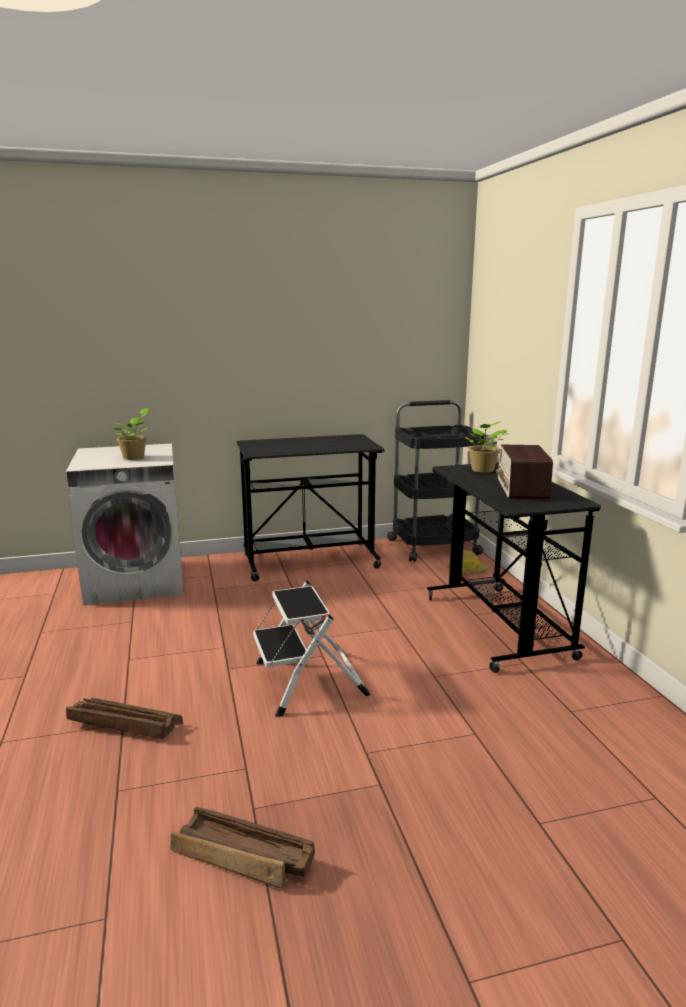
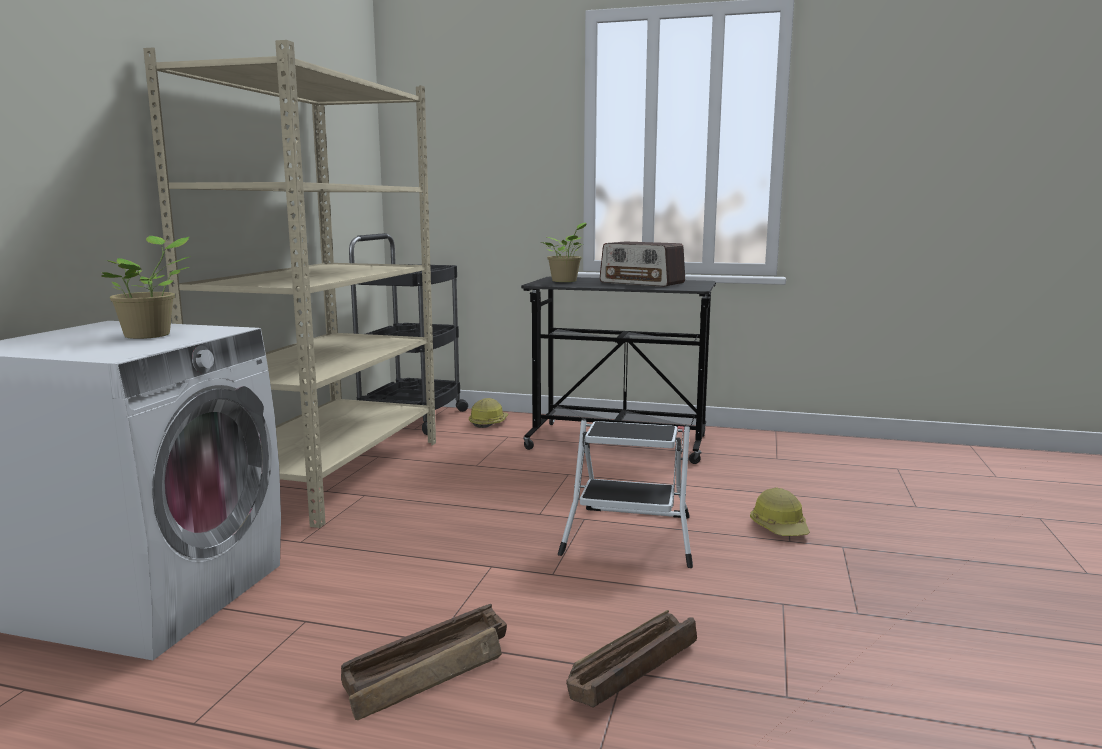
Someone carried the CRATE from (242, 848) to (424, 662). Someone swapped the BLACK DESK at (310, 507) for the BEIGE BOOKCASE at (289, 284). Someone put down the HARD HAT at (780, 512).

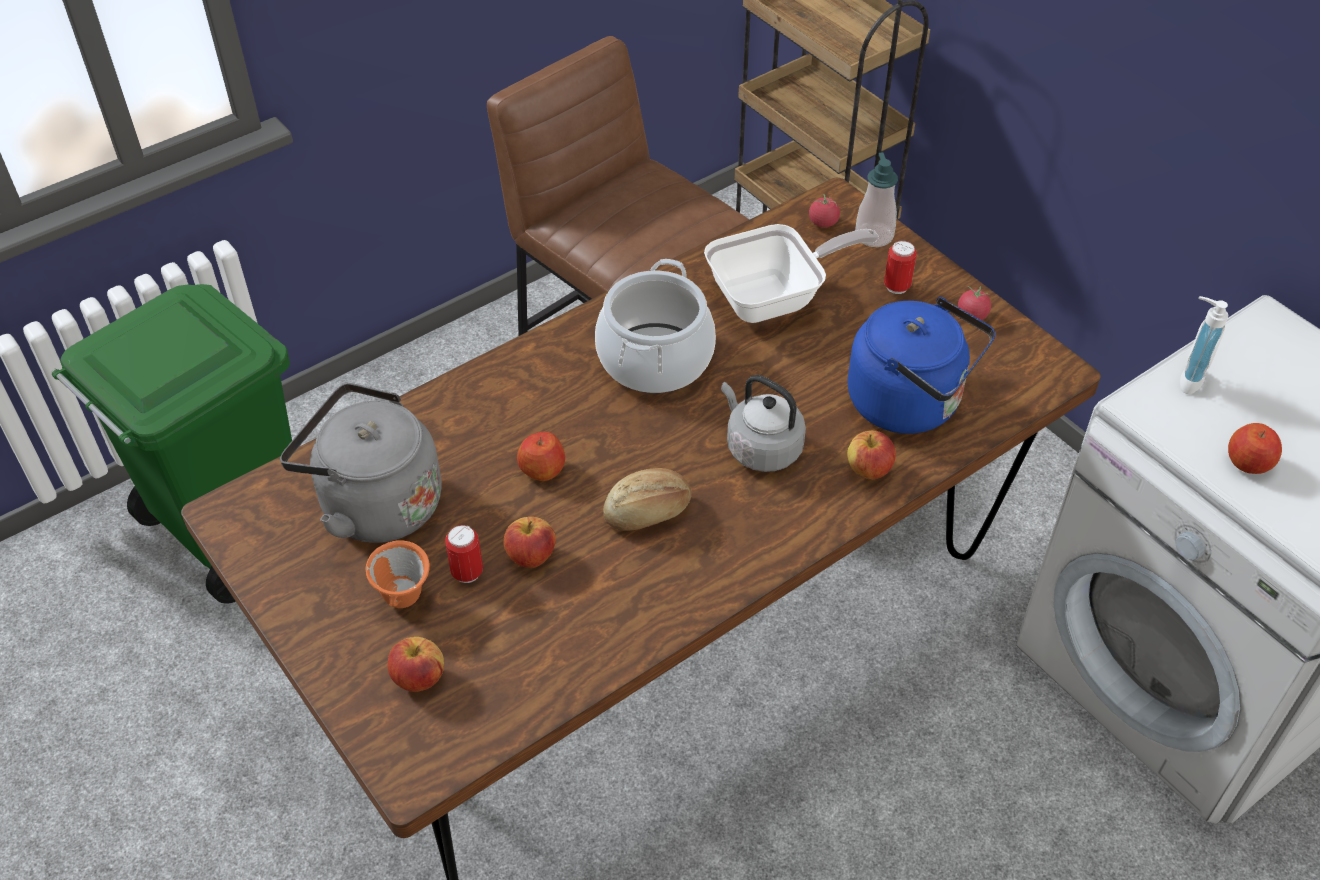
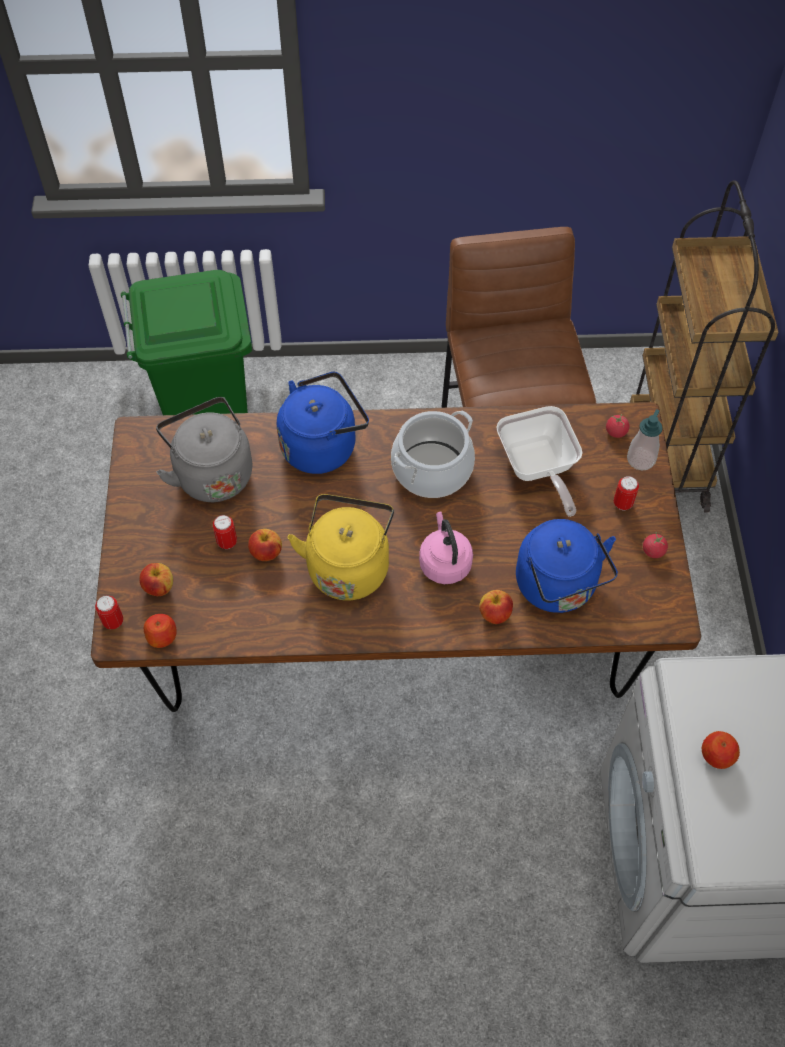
Someone took away the ORANGE MUG at (398, 574). Someone carried the APPLE from (541, 456) to (160, 631). Someone swapped the BREAD at (647, 499) for the YELLOW KETTLE at (341, 547). Someone rotated the FRYING PAN at (791, 273) by 60 degrees clockwise. Someone repainted the GREY KETTLE at (763, 423), which became the PINK KETTLE at (446, 547). Someone took away the SOAP DISPENSER at (1204, 345). Someone put down the CAN at (109, 612). Someone put down the BLUE KETTLE at (323, 422).

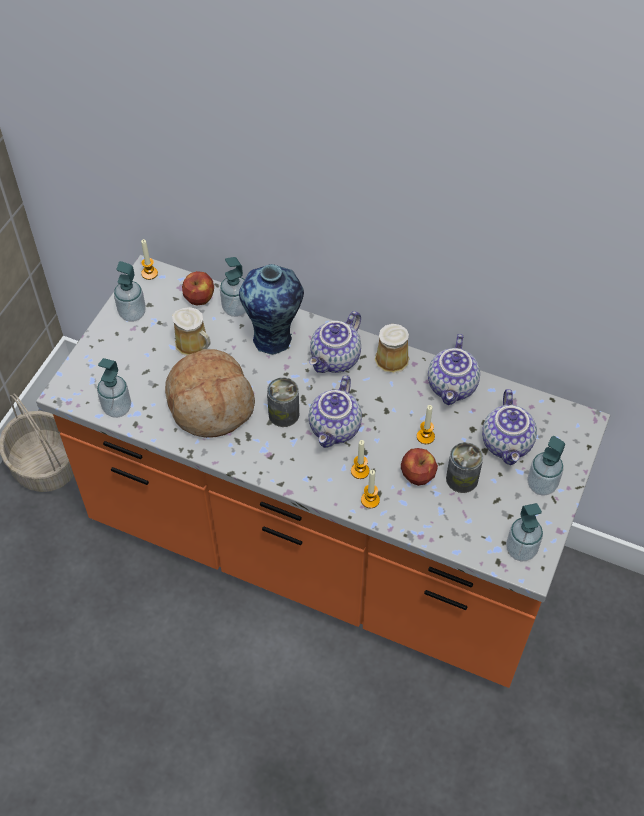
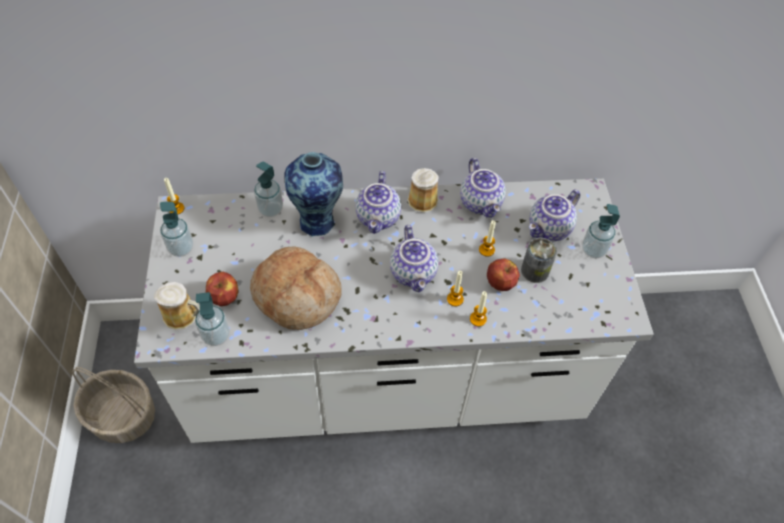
Someone repainted the ORANGE COUNTER at (323, 471), which became the WHITE COUNTER at (394, 310). Someone carried the MUG from (191, 331) to (177, 306). Someone carried the APPLE from (198, 288) to (222, 289). Someone took away the CAN at (283, 402). Someone rotated the TEAPOT at (509, 427) by 75 degrees clockwise. Someone took away the SOAP DISPENSER at (524, 532).

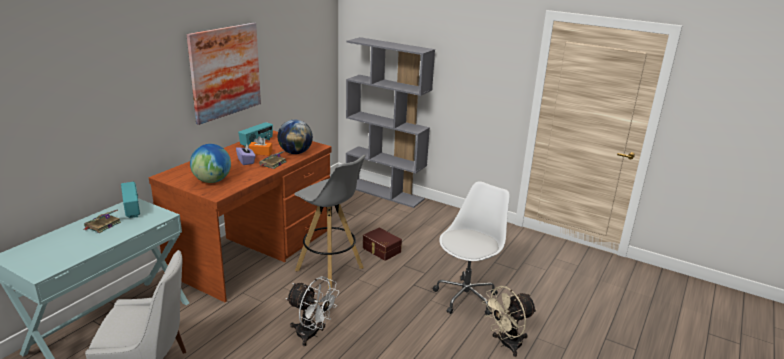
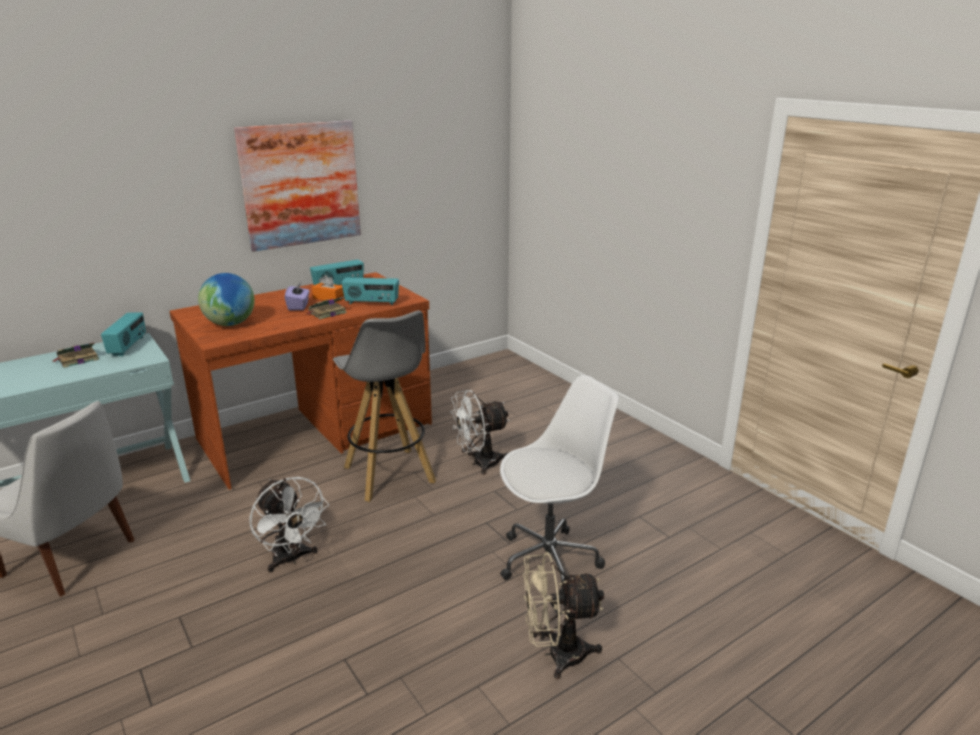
Someone swapped the GLOBE at (295, 137) for the RADIO at (370, 291). Someone took away the GREY BOOKCASE at (390, 122). Someone swapped the BROWN STORAGE BOX at (382, 244) for the WHITE FAN at (479, 432).

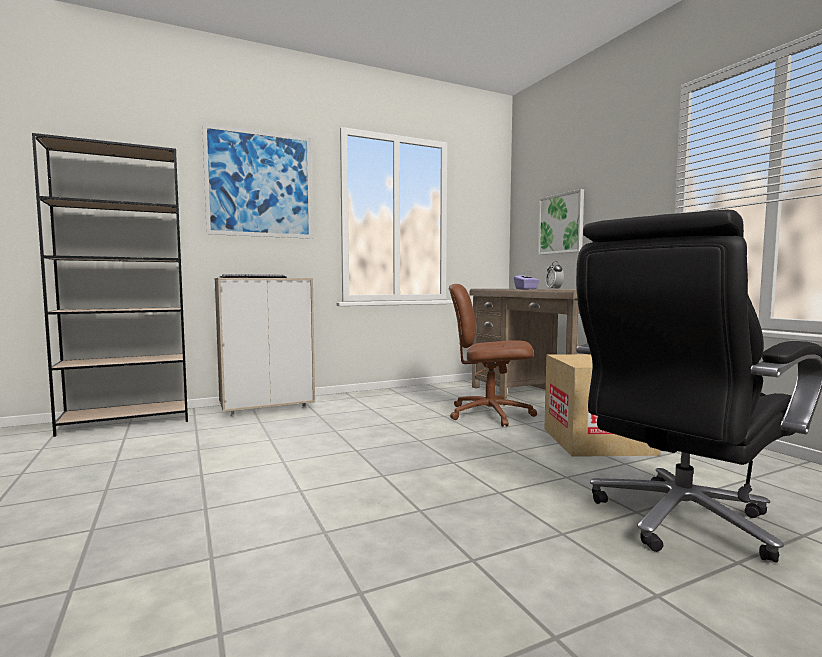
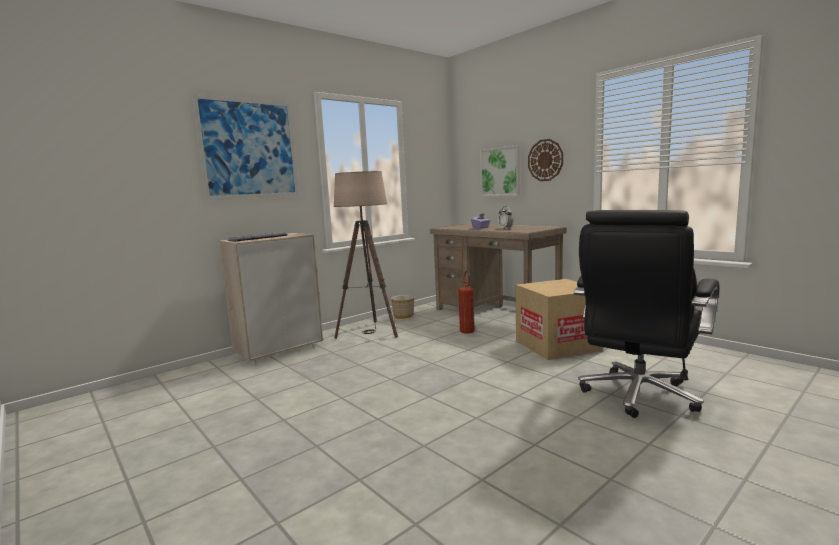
Someone took away the BEIGE BOOKCASE at (110, 285). Someone swapped the BROWN OFFICE CHAIR at (493, 355) for the FIRE EXTINGUISHER at (467, 302). Someone put down the FLOOR LAMP at (366, 255). Someone put down the PLANTER at (402, 307). Someone put up the WALL CLOCK at (545, 160).

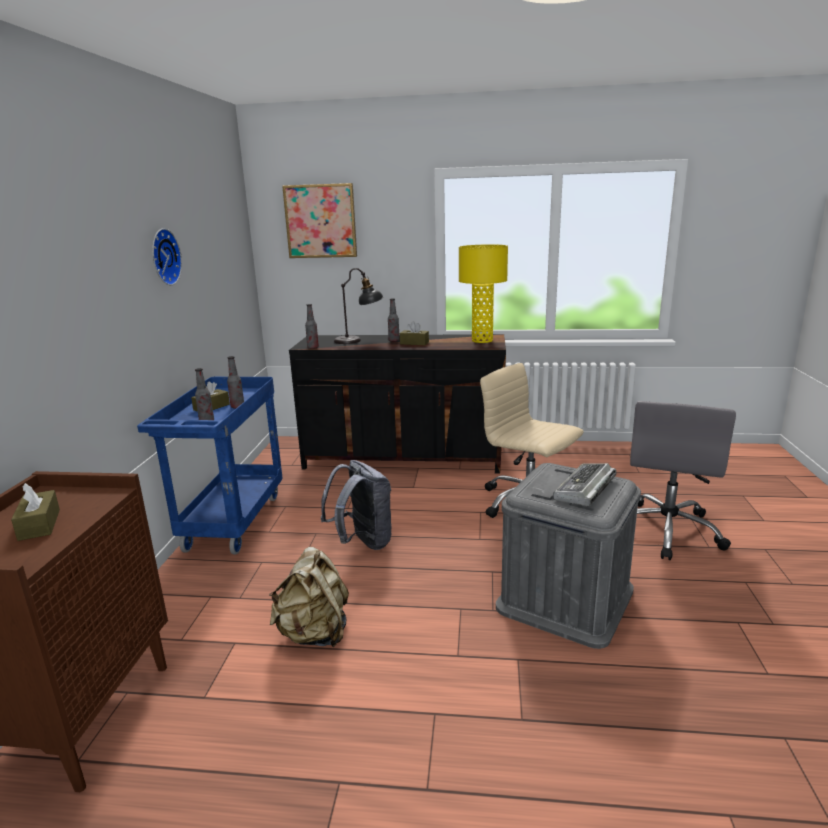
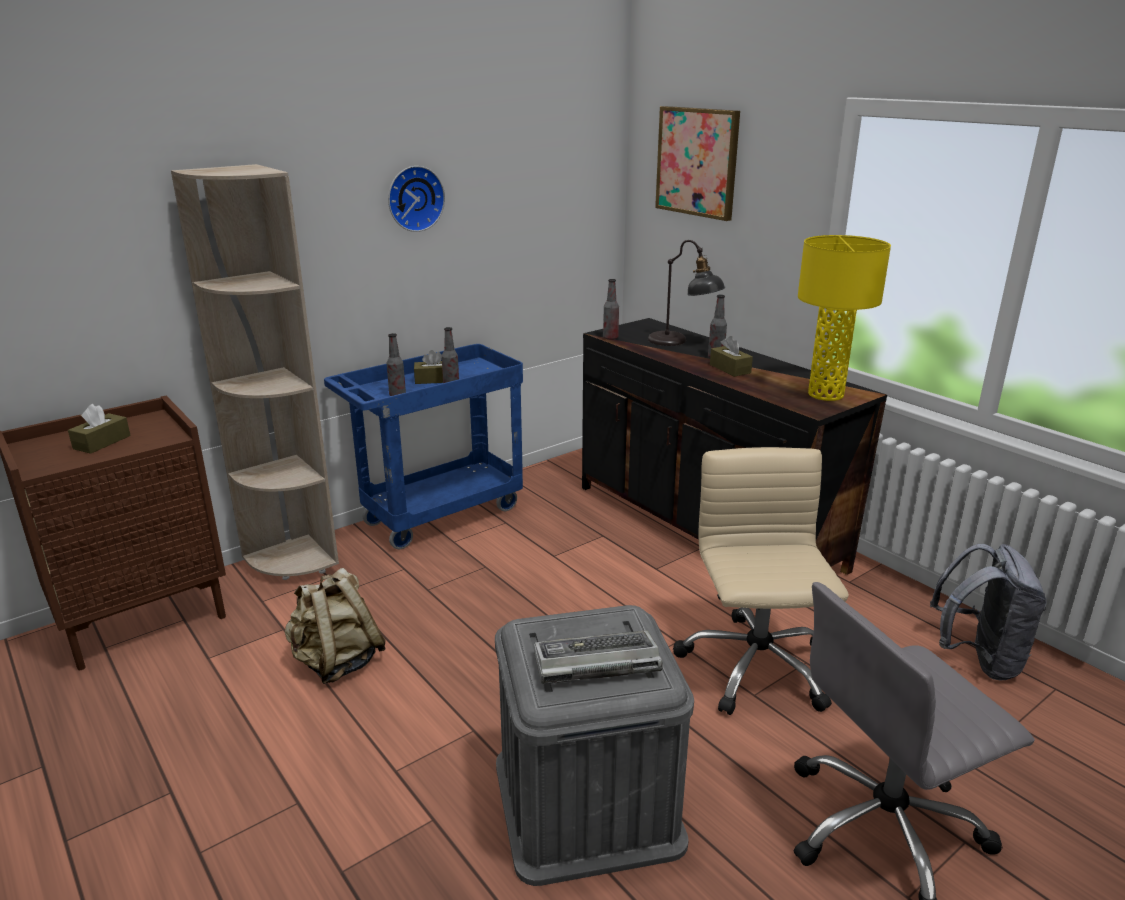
Someone carried the GREY BACKPACK from (356, 505) to (988, 612). Someone put down the BEIGE BOOKCASE at (255, 372).

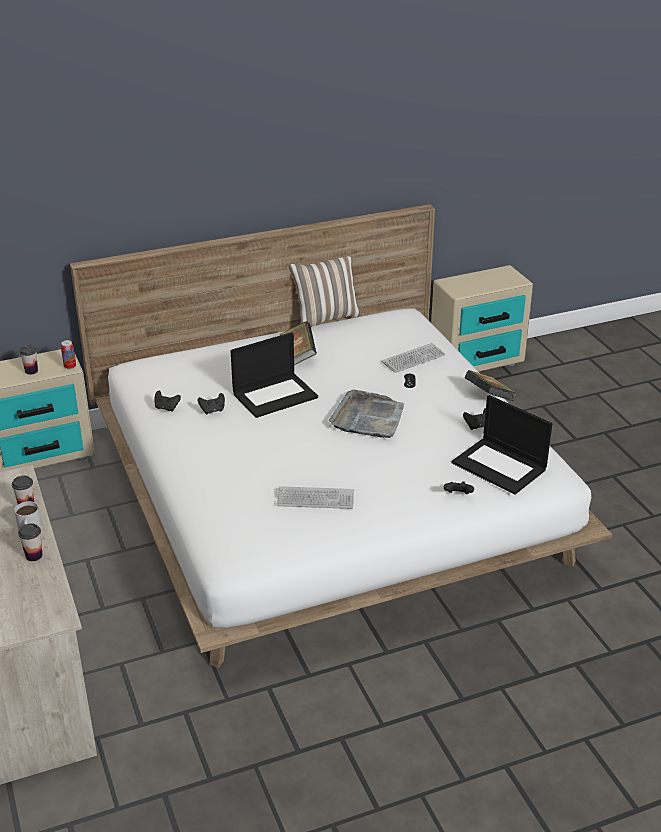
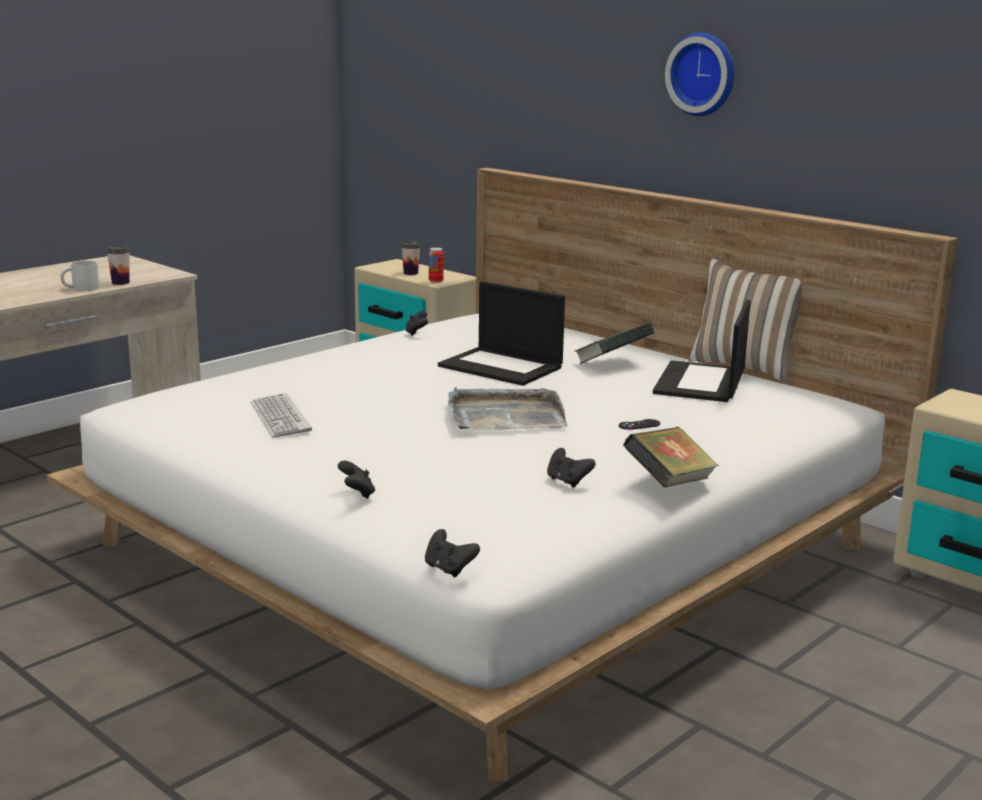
Someone took away the CUP at (30, 542). Someone carried the BLACK GAME CONTROLLER from (211, 403) to (452, 553). Someone took away the KEYBOARD at (413, 358). Someone carried the LAPTOP from (502, 445) to (702, 351). Someone put up the WALL CLOCK at (699, 74).

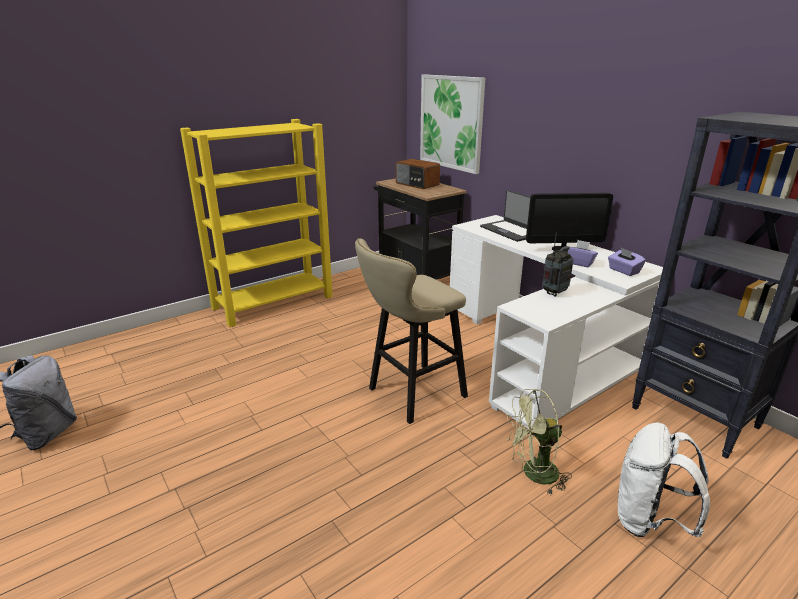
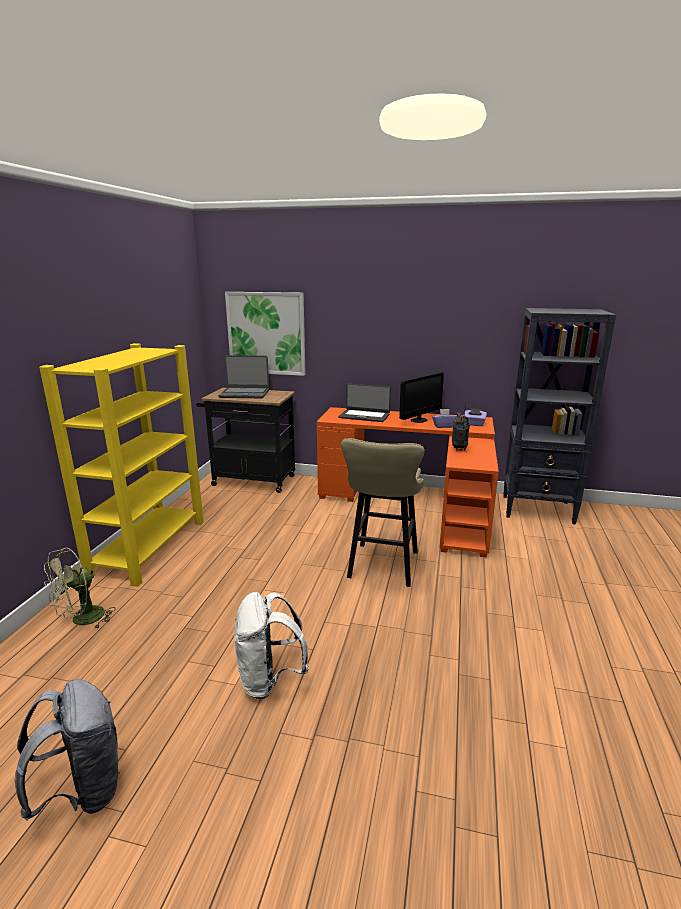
Someone swapped the RADIO at (418, 174) for the LAPTOP at (243, 376). Someone repainted the WHITE DESK at (556, 326), which became the ORANGE DESK at (408, 482). Someone carried the GREEN FAN from (539, 442) to (80, 588). Someone carried the WHITE BACKPACK from (664, 480) to (271, 645).

